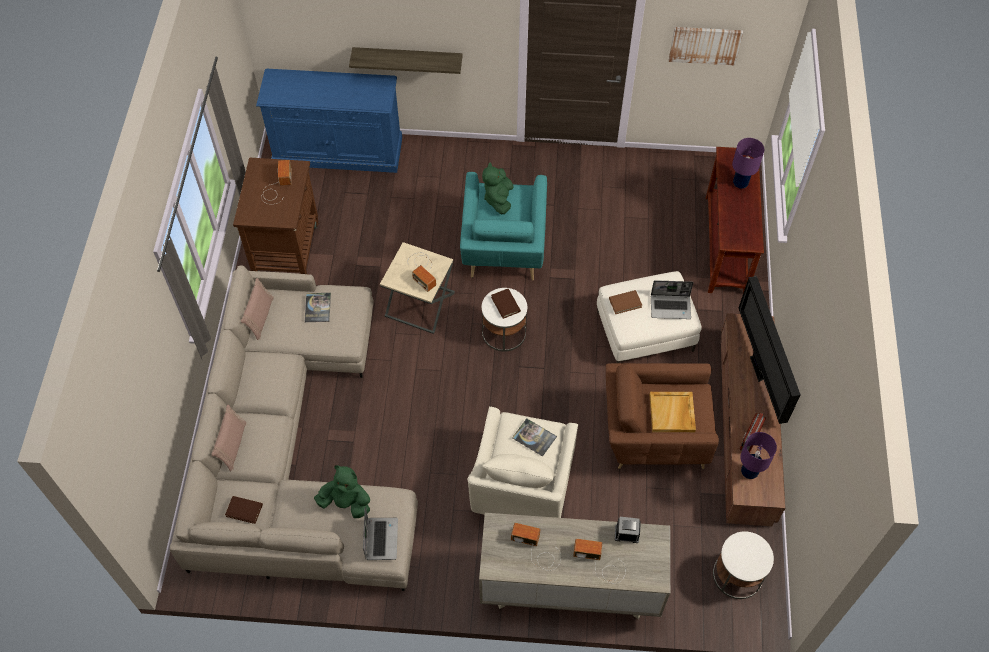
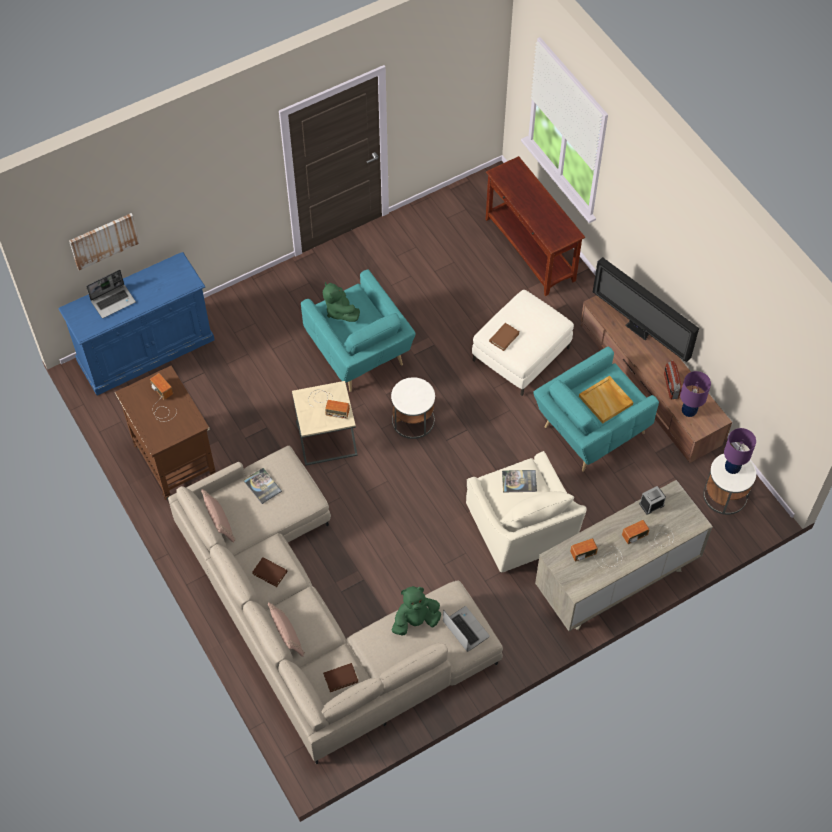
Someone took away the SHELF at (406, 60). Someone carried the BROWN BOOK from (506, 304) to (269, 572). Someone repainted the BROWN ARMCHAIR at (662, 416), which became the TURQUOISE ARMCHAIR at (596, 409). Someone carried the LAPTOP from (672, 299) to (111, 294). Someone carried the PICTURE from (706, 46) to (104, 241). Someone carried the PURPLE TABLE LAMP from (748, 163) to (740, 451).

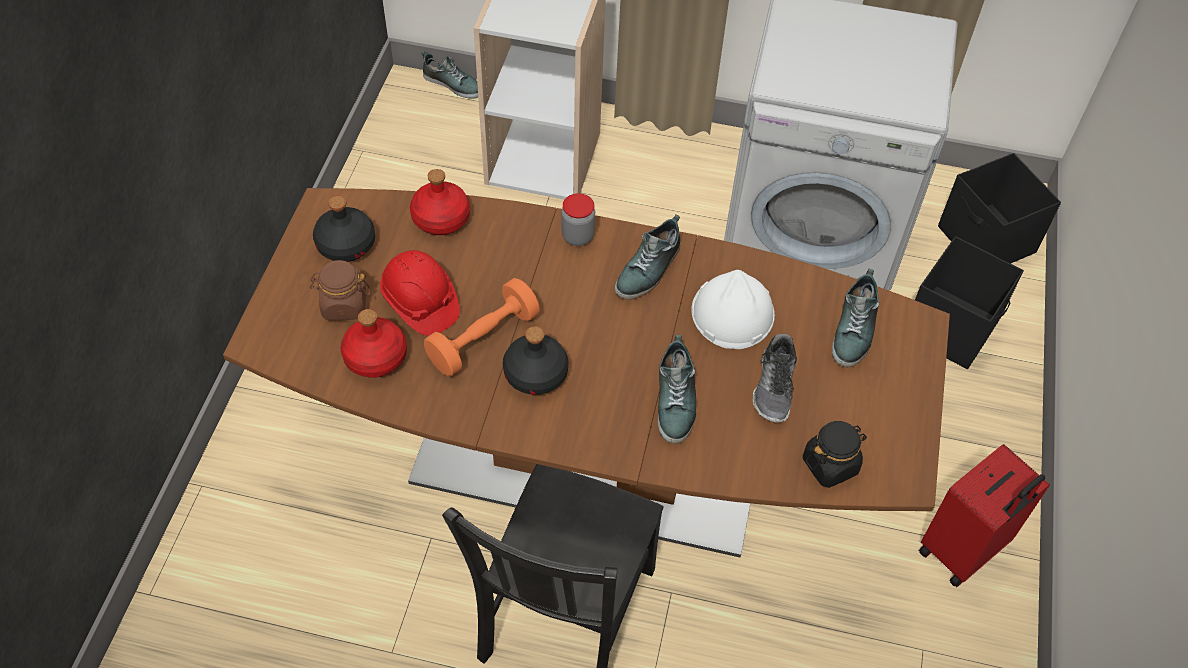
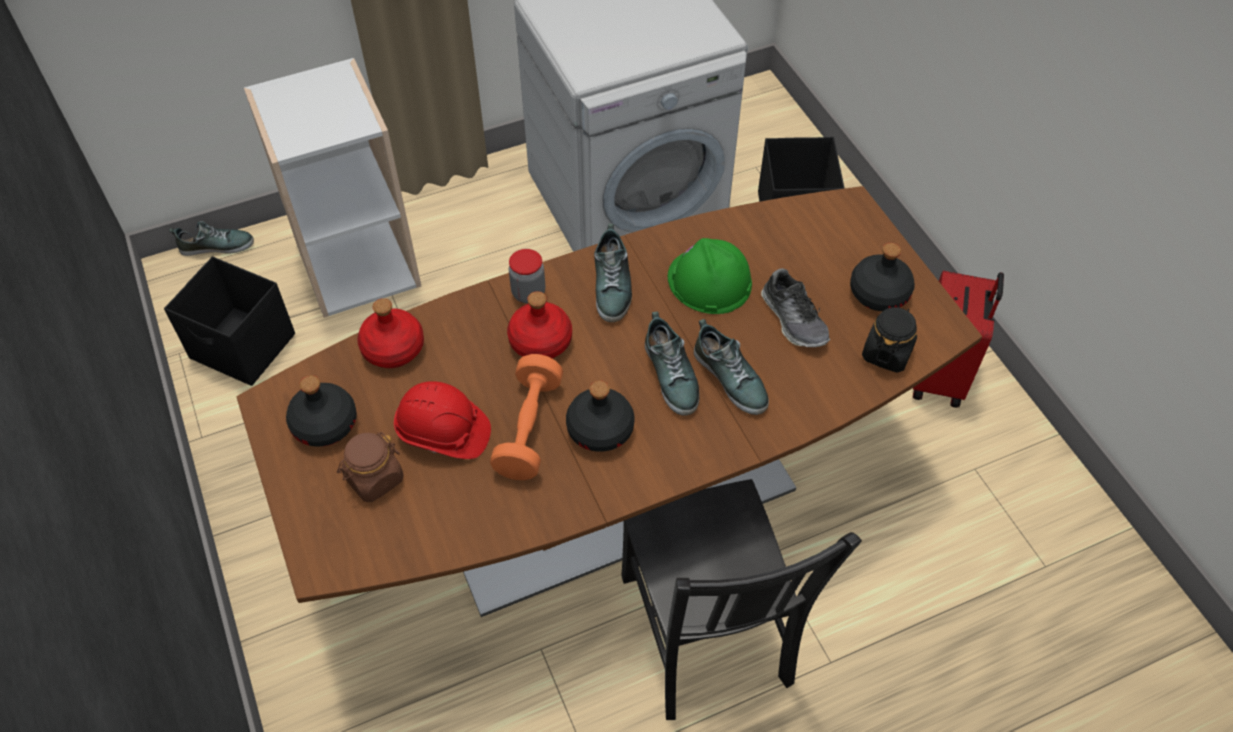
Someone carried the RED BOTTLE from (374, 343) to (539, 324). Someone repainted the WHITE HARD HAT at (733, 309), which became the GREEN HARD HAT at (710, 276). Someone carried the SHOE from (855, 318) to (672, 364). Someone carried the BLACK STORAGE BOX from (999, 208) to (229, 321). Someone put down the BLACK BOTTLE at (882, 277).

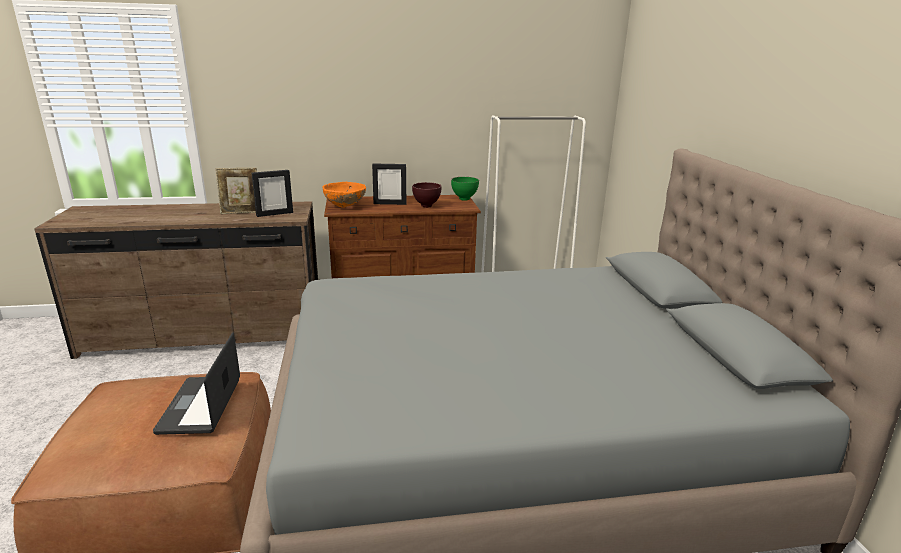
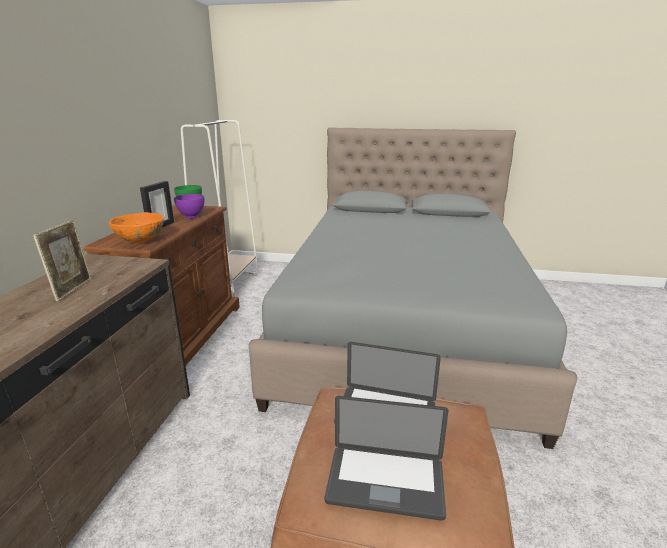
Someone took away the PICTURE FRAME at (272, 193). Someone repainted the BROWN BOWL at (427, 195), which became the PURPLE BOWL at (189, 206). Someone put down the LAPTOP at (386, 458).

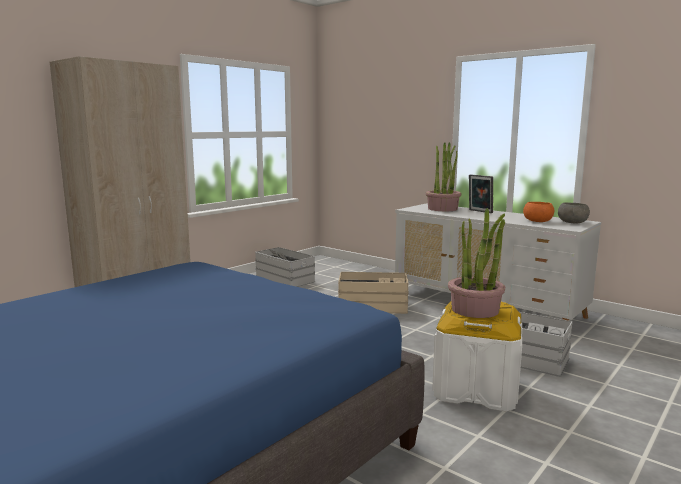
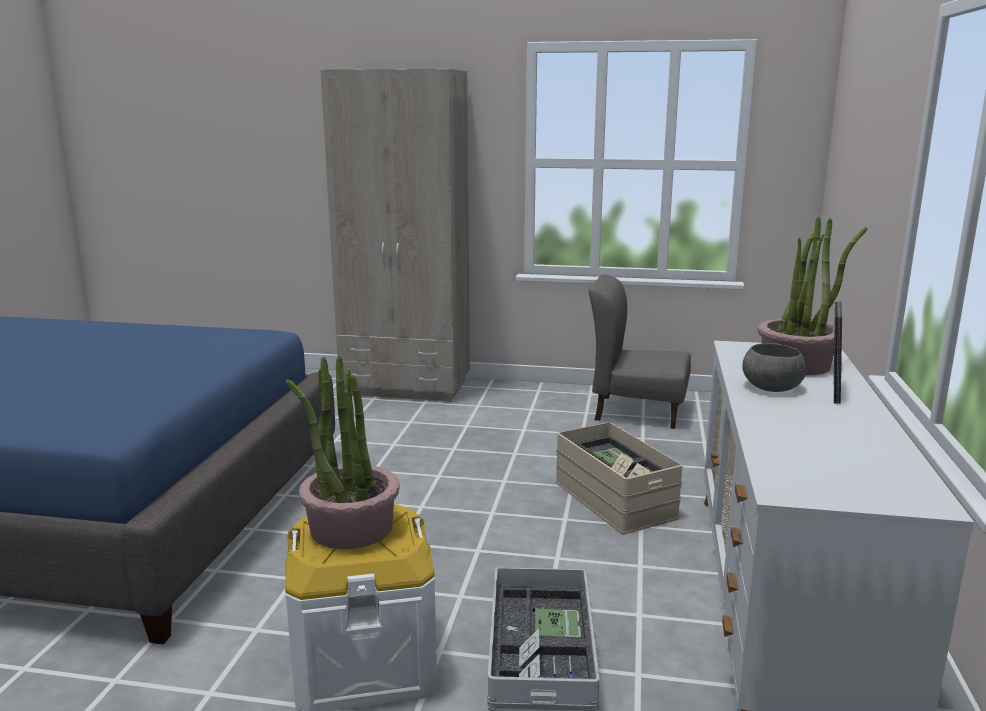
Someone swapped the GREY STORAGE BOX at (285, 267) for the GREY CHAIR at (640, 351). Someone took away the ORANGE BOWL at (538, 212). Someone carried the GREY BOWL from (574, 212) to (774, 367).

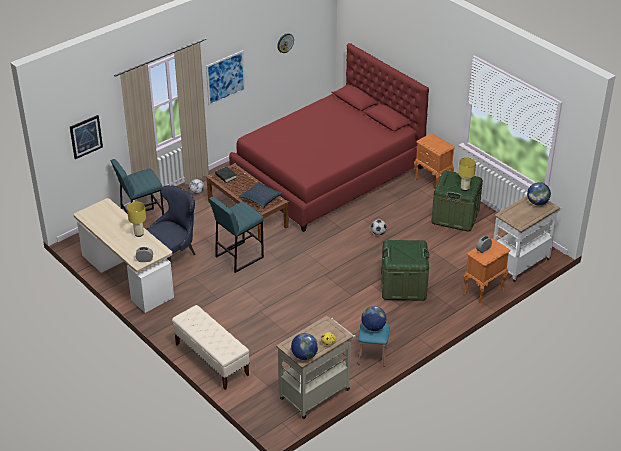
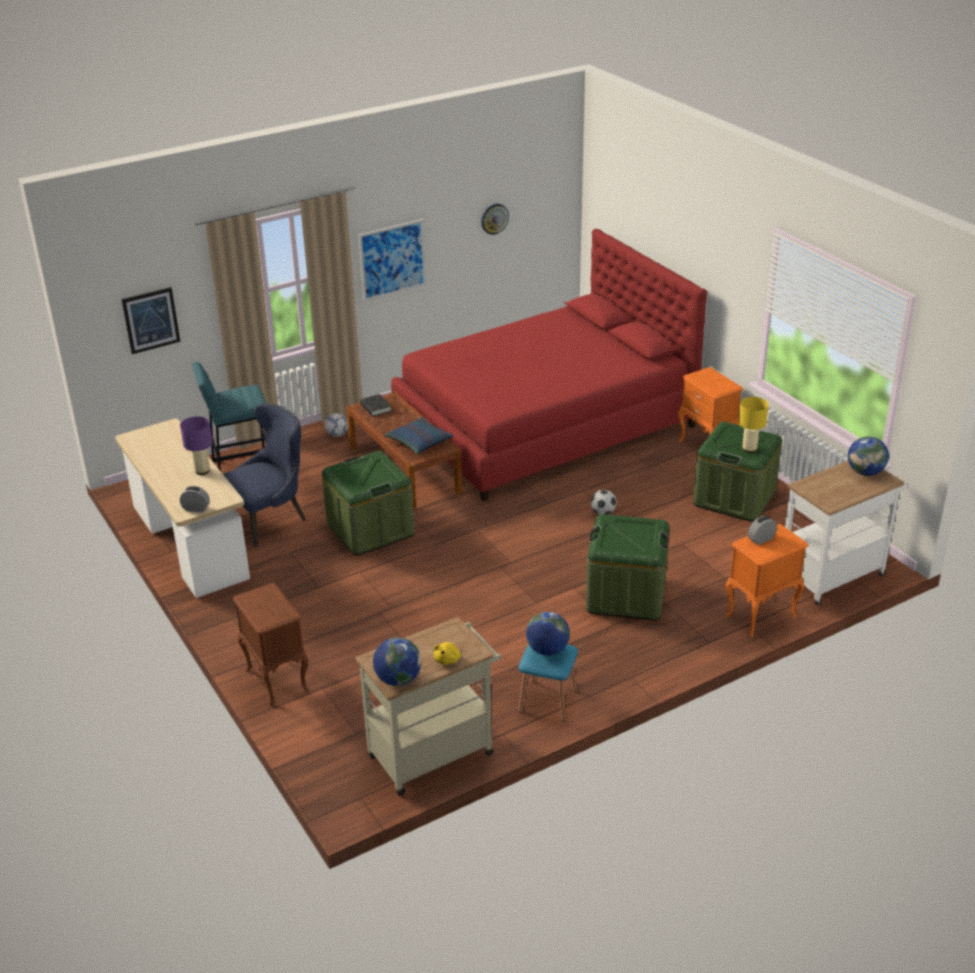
Someone repainted the YELLOW TABLE LAMP at (136, 219), which became the PURPLE TABLE LAMP at (196, 445). Someone swapped the BEIGE BENCH at (211, 347) for the BROWN NIGHTSTAND at (271, 645). Someone swapped the TURQUOISE STOOL at (236, 235) for the GREEN STORAGE BOX at (368, 503).

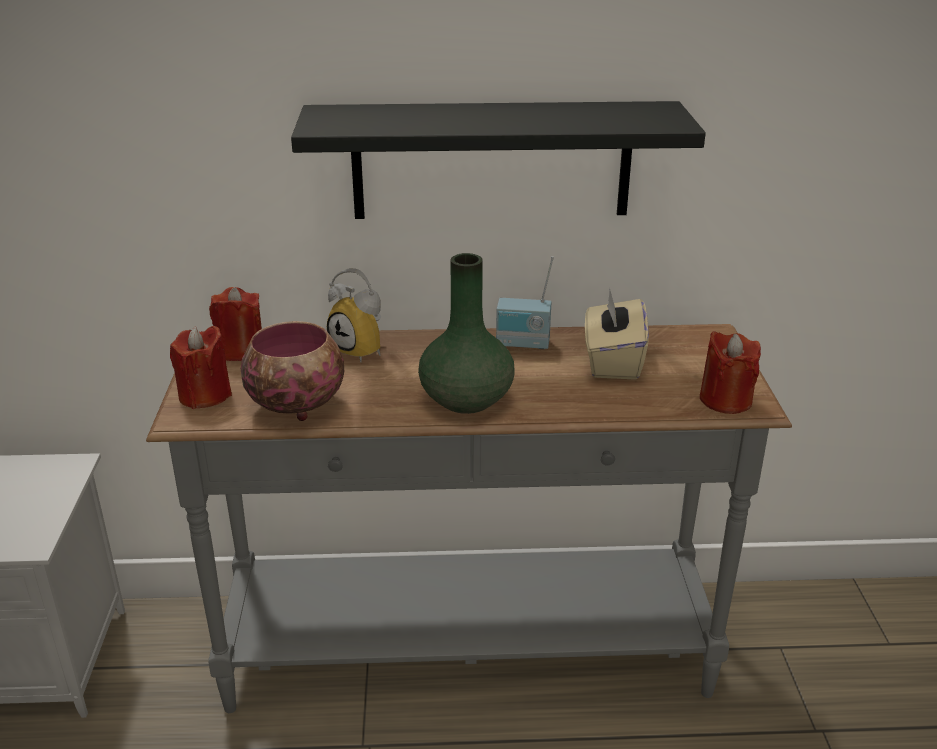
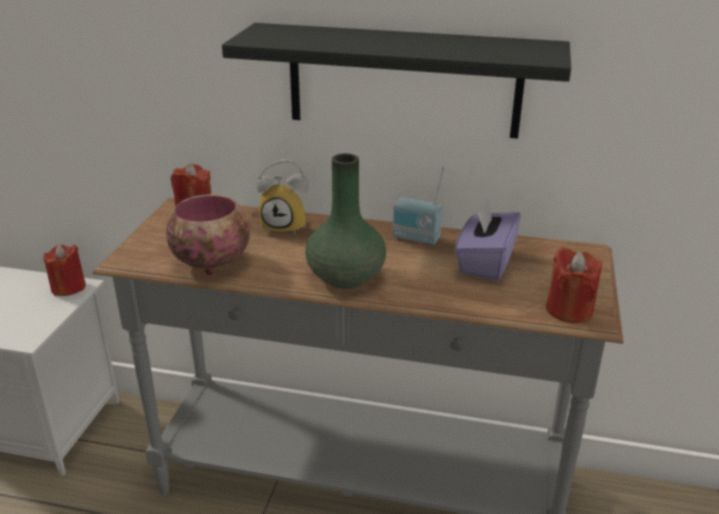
Someone carried the RED CANDLE from (201, 367) to (64, 270). Someone rotated the ALARM CLOCK at (354, 315) by 45 degrees counterclockwise. Someone repainted the BEIGE TISSUE BOX at (617, 334), which became the PURPLE TISSUE BOX at (488, 240).

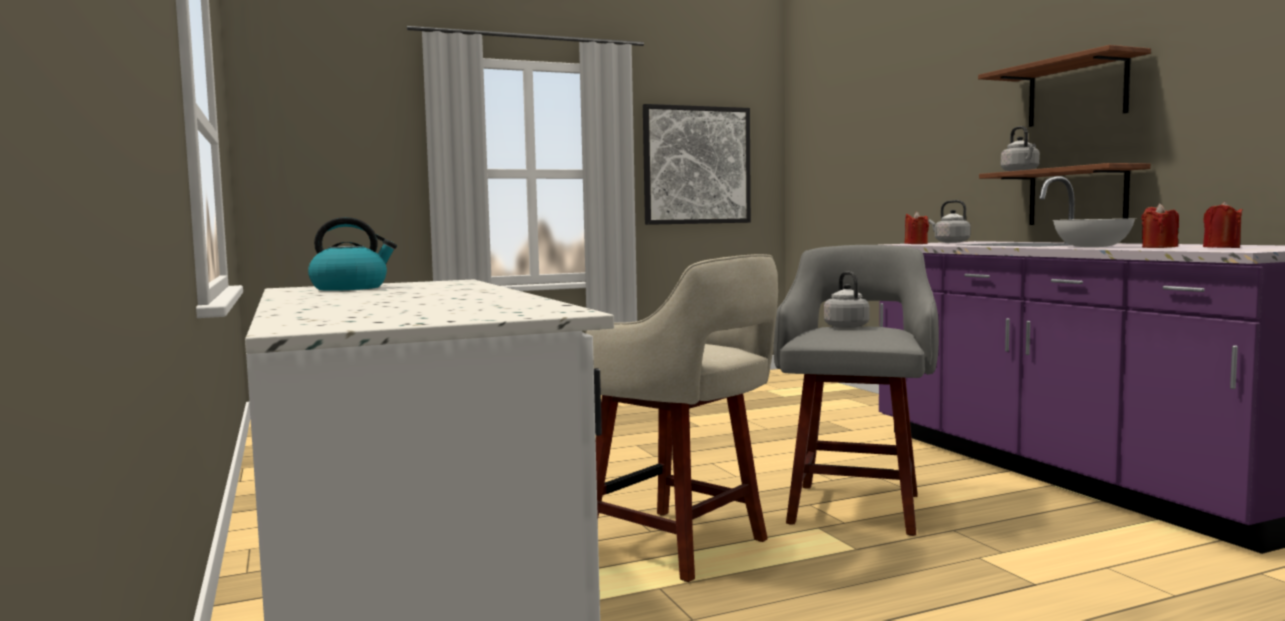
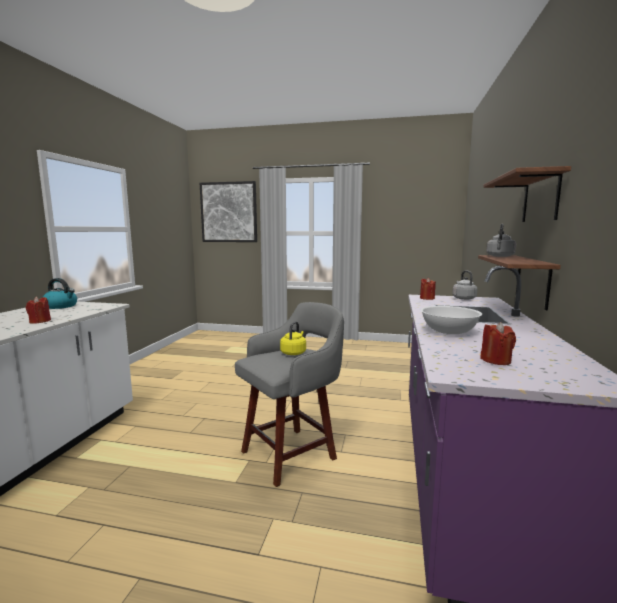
Someone took away the BEIGE STOOL at (681, 418). Someone carried the PICTURE from (697, 164) to (228, 211). Someone repainted the GREY KETTLE at (847, 299), which became the YELLOW KETTLE at (293, 338). Someone carried the RED CANDLE from (1160, 225) to (38, 310).

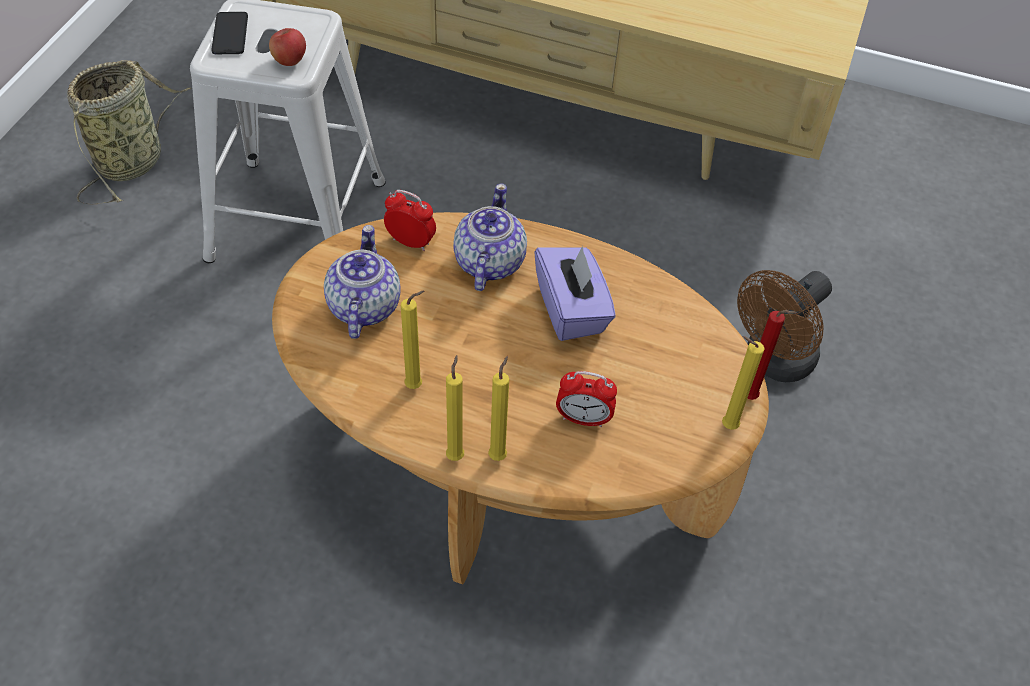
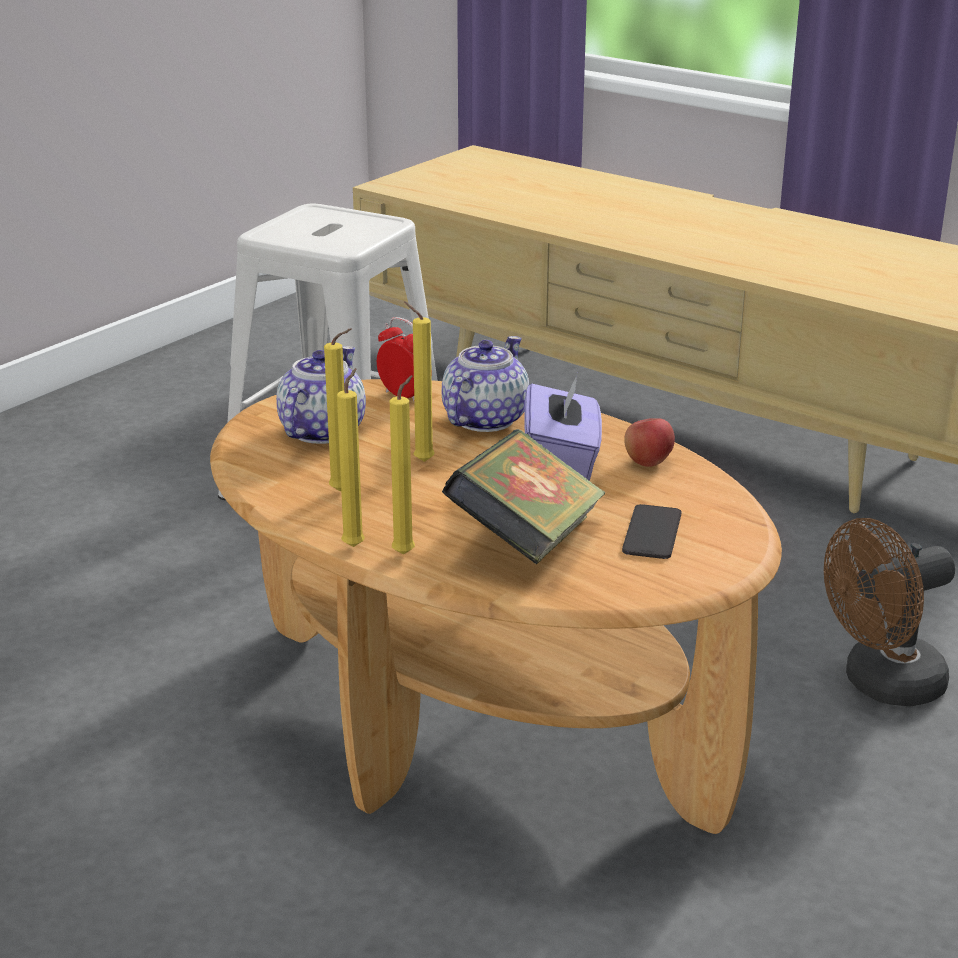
Someone took away the BASKET at (129, 132). Someone carried the PHONE from (229, 33) to (651, 531). Someone carried the APPLE from (287, 47) to (649, 442). Someone swapped the ALARM CLOCK at (586, 399) for the BOOK at (523, 497). Someone carried the YELLOW CANDLE from (743, 383) to (419, 381). Someone took away the RED CANDLE at (771, 355).

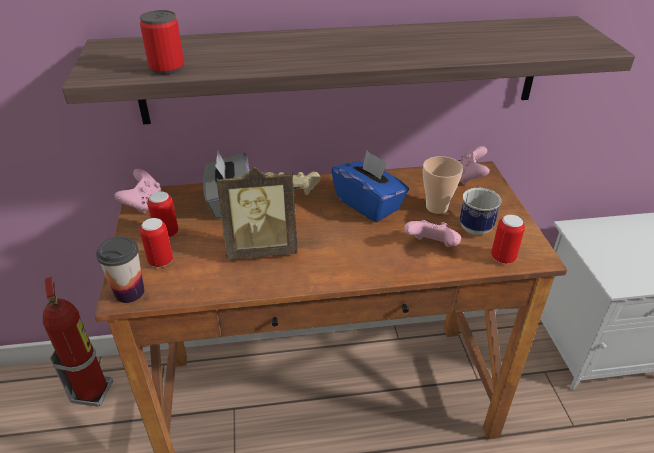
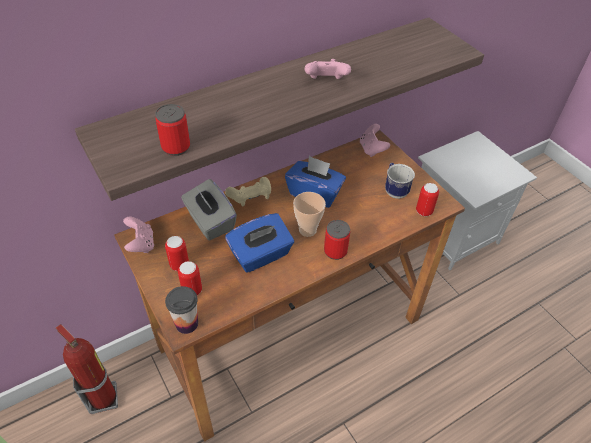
Someone swapped the PICTURE FRAME at (257, 213) for the BLUE TISSUE BOX at (259, 243). Someone carried the PINK GAME CONTROLLER from (432, 233) to (328, 69). Someone carried the CUP from (443, 185) to (309, 214). Someone put down the CAN at (337, 240).

